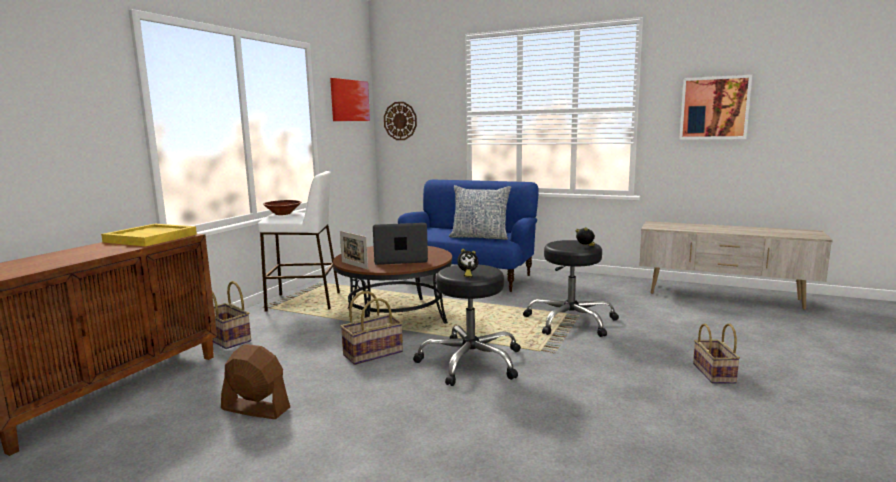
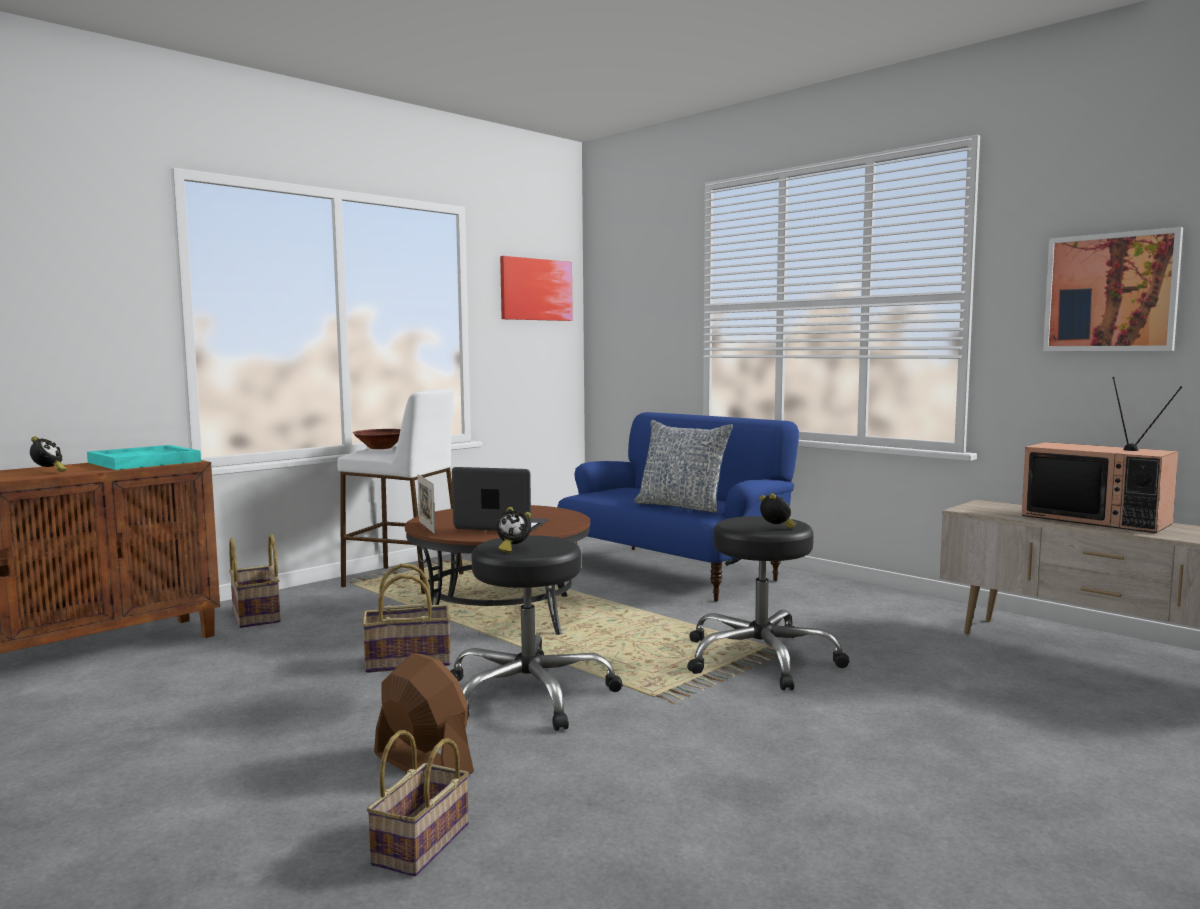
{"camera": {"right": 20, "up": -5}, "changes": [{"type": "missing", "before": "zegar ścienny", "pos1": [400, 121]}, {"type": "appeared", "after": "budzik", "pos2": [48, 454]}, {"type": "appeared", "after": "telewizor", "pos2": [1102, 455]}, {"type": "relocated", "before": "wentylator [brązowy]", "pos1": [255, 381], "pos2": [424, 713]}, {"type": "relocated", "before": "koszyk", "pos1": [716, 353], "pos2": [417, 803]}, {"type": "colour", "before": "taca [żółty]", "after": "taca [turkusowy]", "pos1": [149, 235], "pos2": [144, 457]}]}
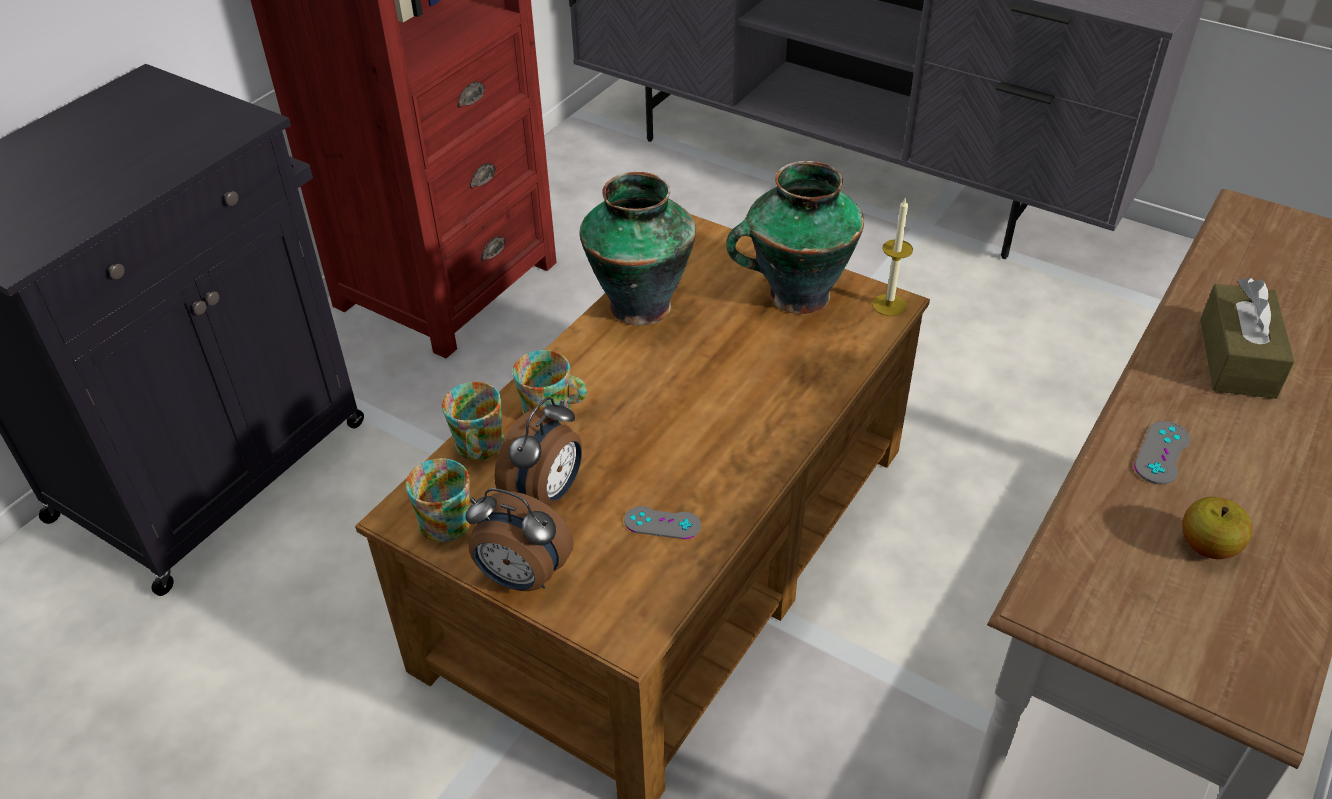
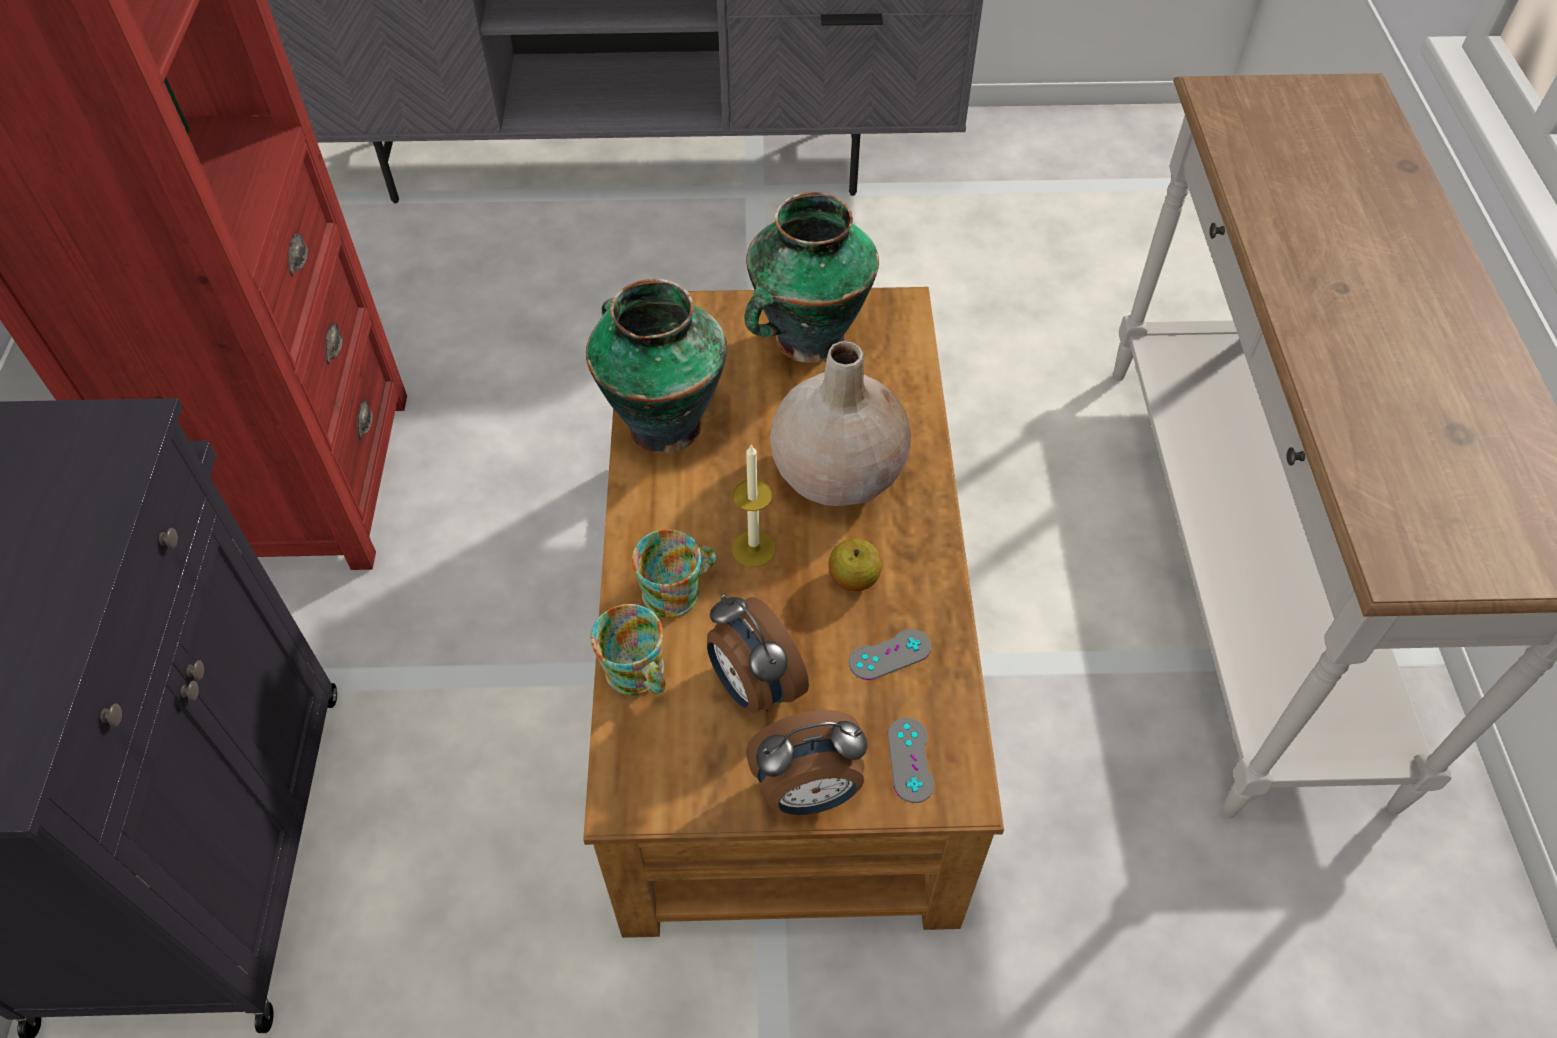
{"camera": {"right": -35, "up": 10}, "changes": [{"type": "missing", "before": "kubek", "pos1": [438, 500]}, {"type": "missing", "before": "pudełko chusteczek [brązowy]", "pos1": [1247, 338]}, {"type": "appeared", "after": "wazon [beżowy]", "pos2": [840, 423]}, {"type": "relocated", "before": "świeca", "pos1": [892, 256], "pos2": [754, 506]}, {"type": "relocated", "before": "pad do gier [szary]", "pos1": [1162, 453], "pos2": [911, 760]}, {"type": "relocated", "before": "jabłko", "pos1": [1217, 528], "pos2": [855, 565]}, {"type": "spun", "before": "budzik", "pos1": [538, 451], "pos2": [758, 653], "turn": 150}]}
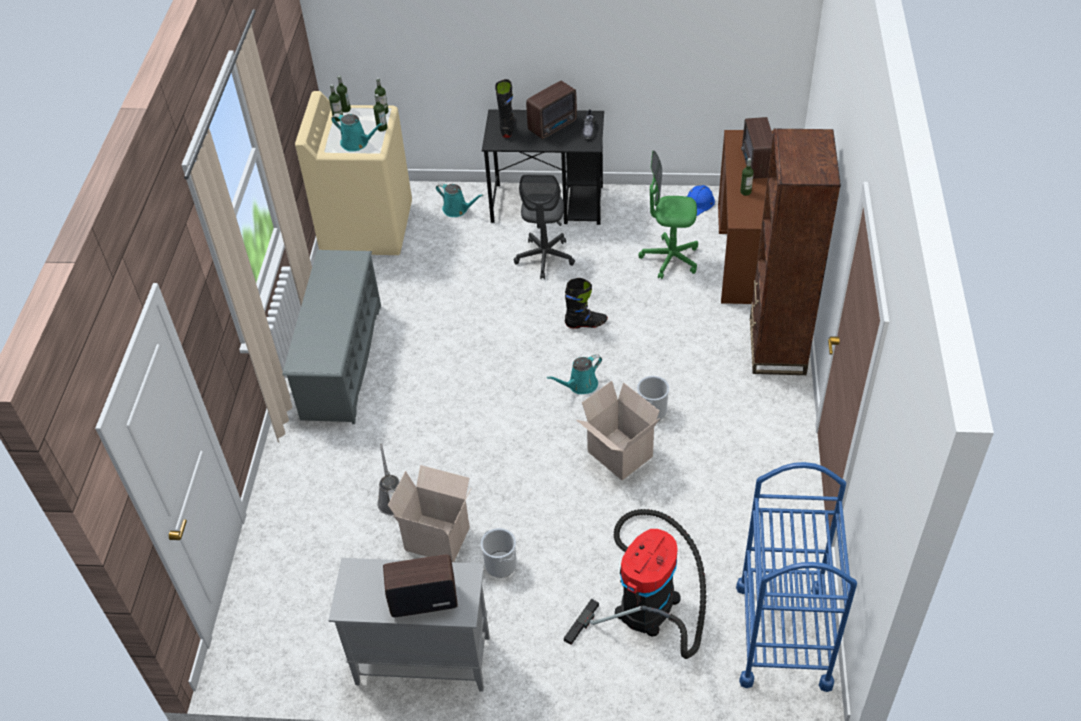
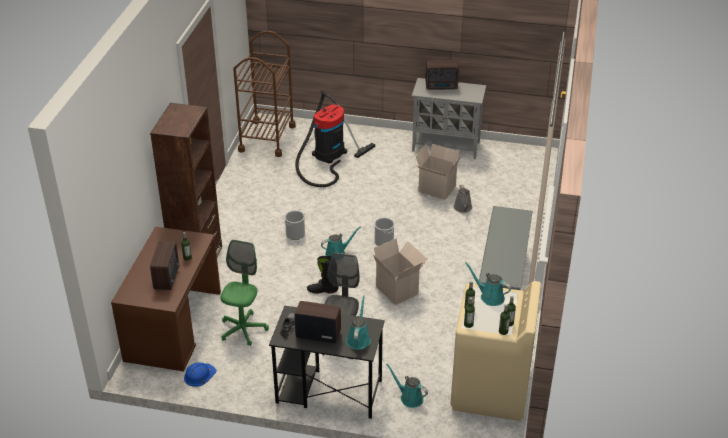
{"camera": {"right": -175, "up": -10}, "changes": [{"type": "relocated", "before": "wiadro", "pos1": [499, 553], "pos2": [384, 231]}, {"type": "relocated", "before": "karton", "pos1": [618, 430], "pos2": [400, 271]}, {"type": "exchanged", "before": "but z cholewką [czarny]", "after": "konewka [turkusowy]", "pos1": [505, 108], "pos2": [358, 322]}, {"type": "colour", "before": "wózek [niebieski]", "after": "wózek [brązowy]", "pos1": [796, 577], "pos2": [264, 94]}, {"type": "spun", "before": "radio", "pos1": [551, 110], "pos2": [318, 322], "turn": 45}, {"type": "spun", "before": "krzesło biurowe [zielony]", "pos1": [668, 215], "pos2": [244, 293], "turn": -90}]}
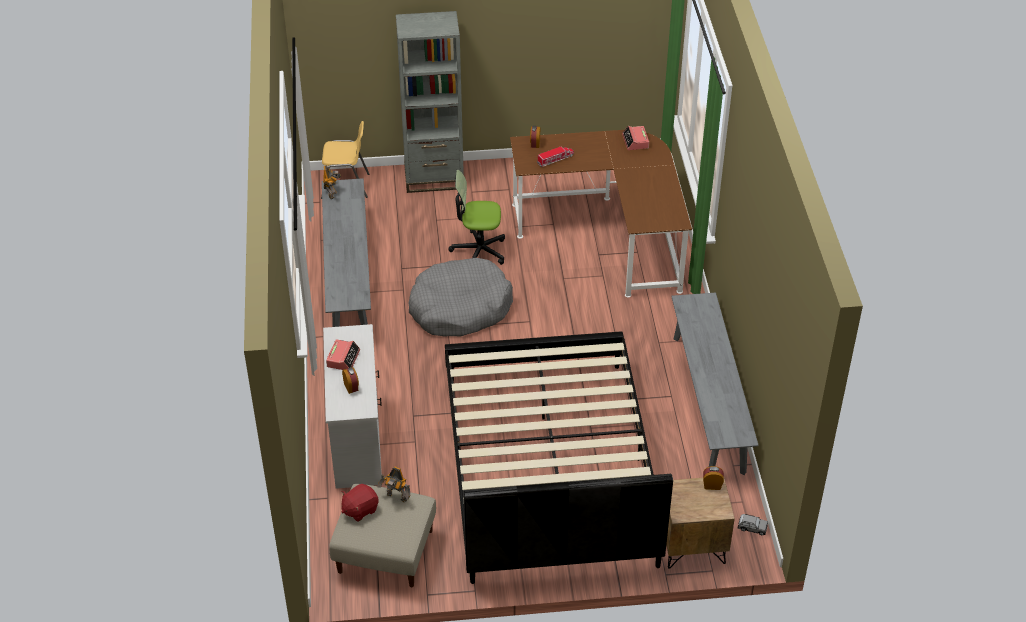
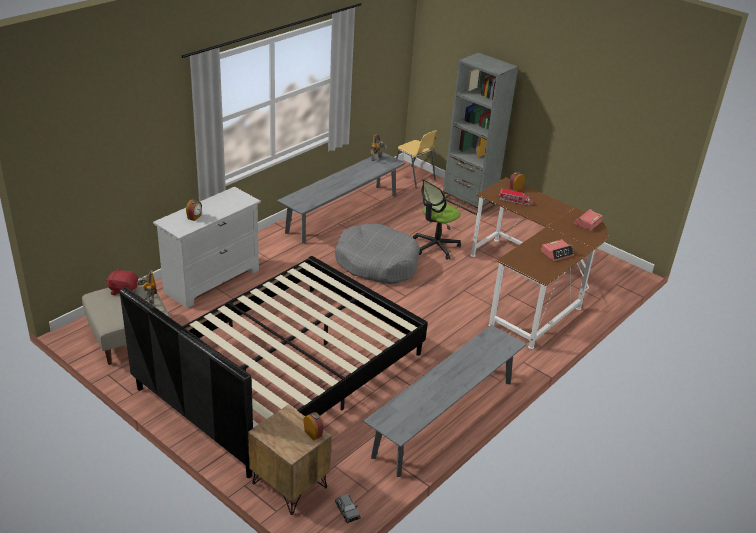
{"camera": {"right": 45, "up": -10}, "changes": [{"type": "relocated", "before": "budzik", "pos1": [343, 354], "pos2": [557, 250]}, {"type": "spun", "before": "krzesło biurowe", "pos1": [477, 217], "pos2": [437, 219], "turn": -90}]}
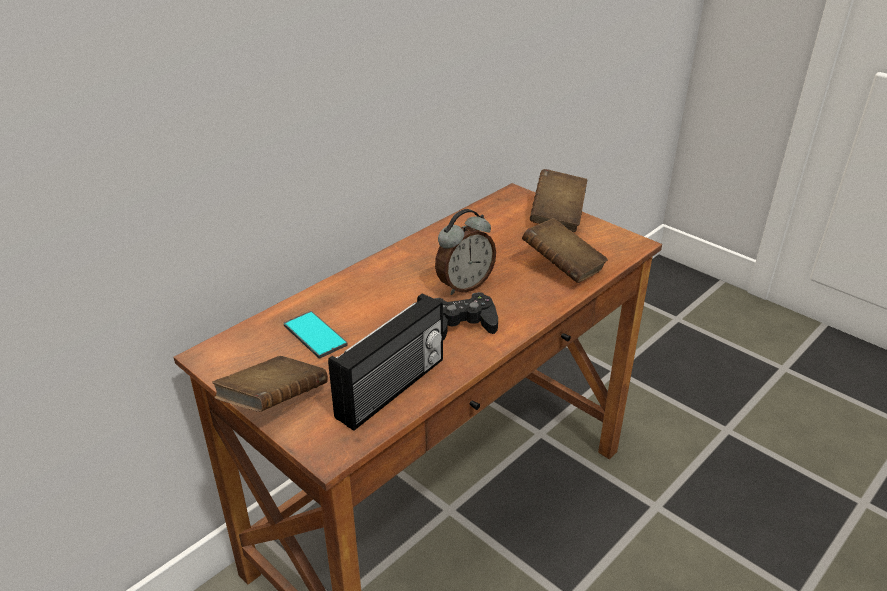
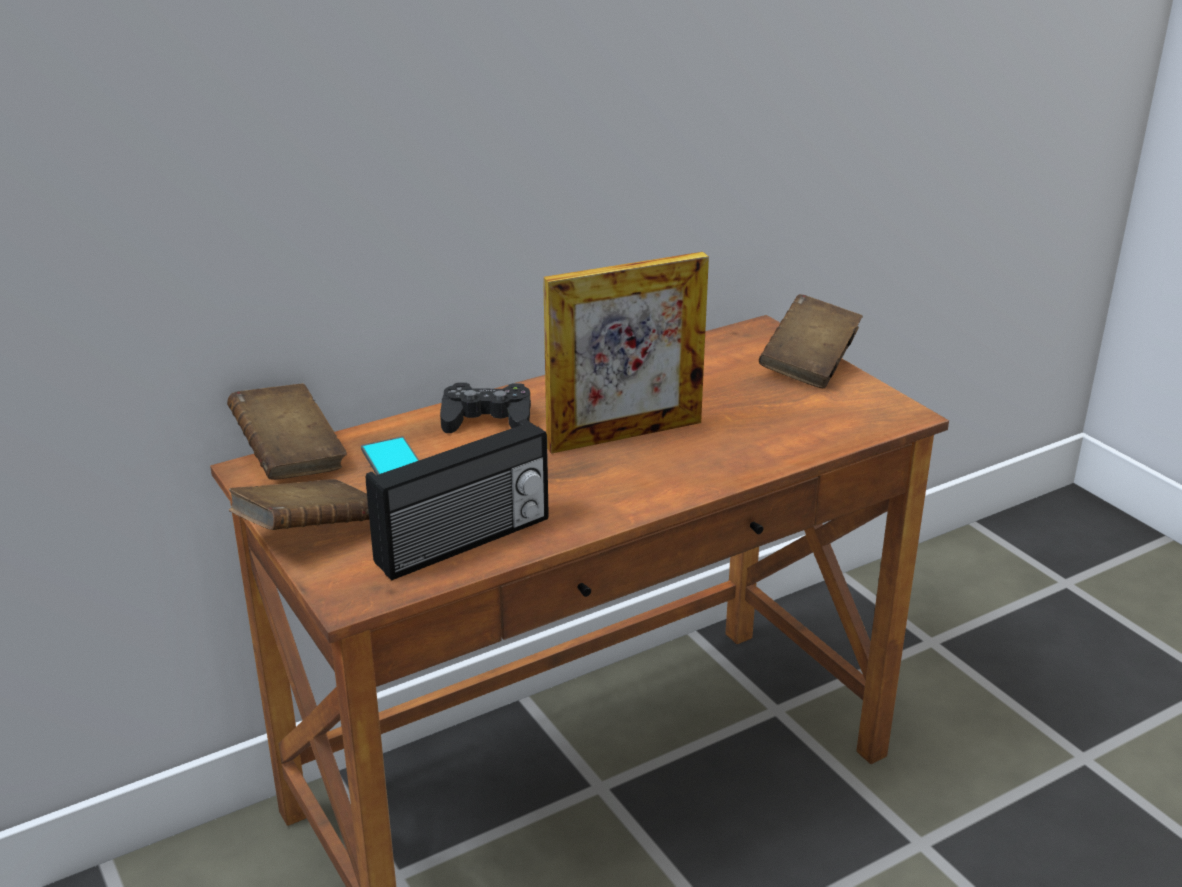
{"camera": {"right": 15, "up": -5}, "changes": [{"type": "relocated", "before": "pad do gier [czarny]", "pos1": [465, 316], "pos2": [485, 408]}, {"type": "relocated", "before": "książka [brązowy]", "pos1": [565, 250], "pos2": [287, 431]}, {"type": "exchanged", "before": "budzik", "after": "ramka na zdjęcie", "pos1": [465, 252], "pos2": [626, 353]}]}
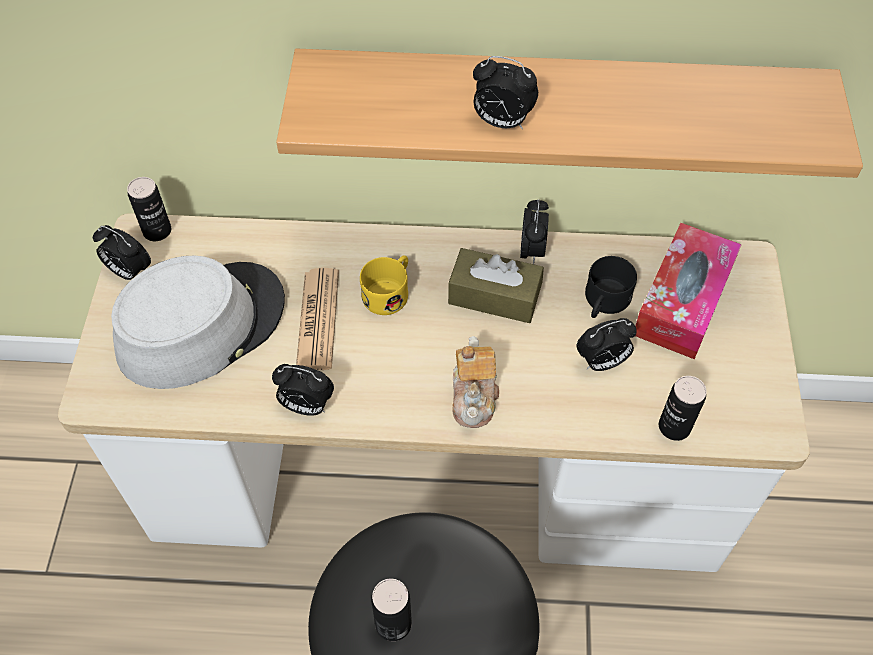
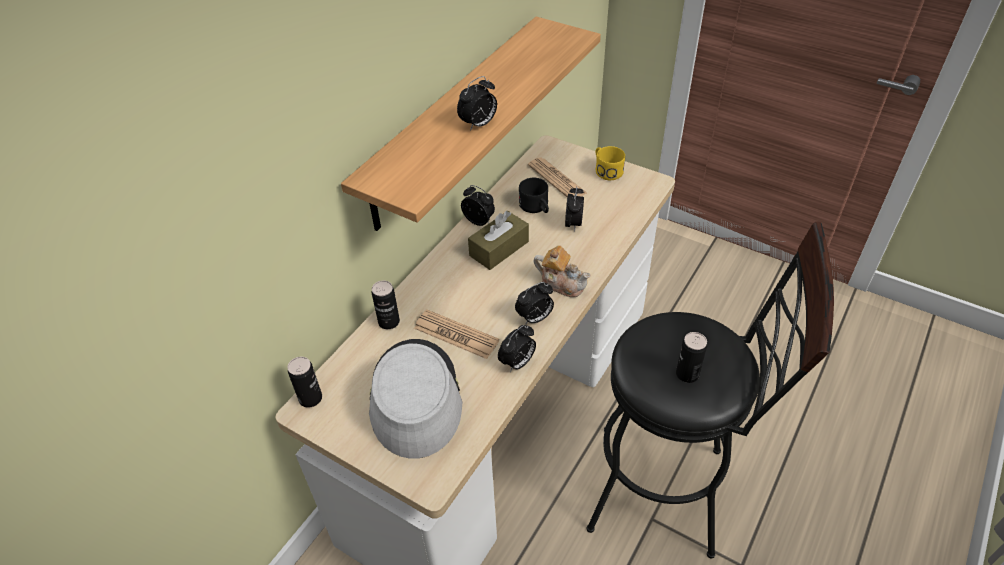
{"camera": {"right": -60, "up": -10}, "changes": [{"type": "relocated", "before": "budzik", "pos1": [122, 252], "pos2": [534, 303]}, {"type": "relocated", "before": "kubek [żółty]", "pos1": [384, 285], "pos2": [610, 163]}, {"type": "relocated", "before": "puszka", "pos1": [683, 408], "pos2": [386, 305]}, {"type": "exchanged", "before": "pudełko chusteczek", "after": "gazeta", "pos1": [688, 291], "pos2": [557, 177]}]}
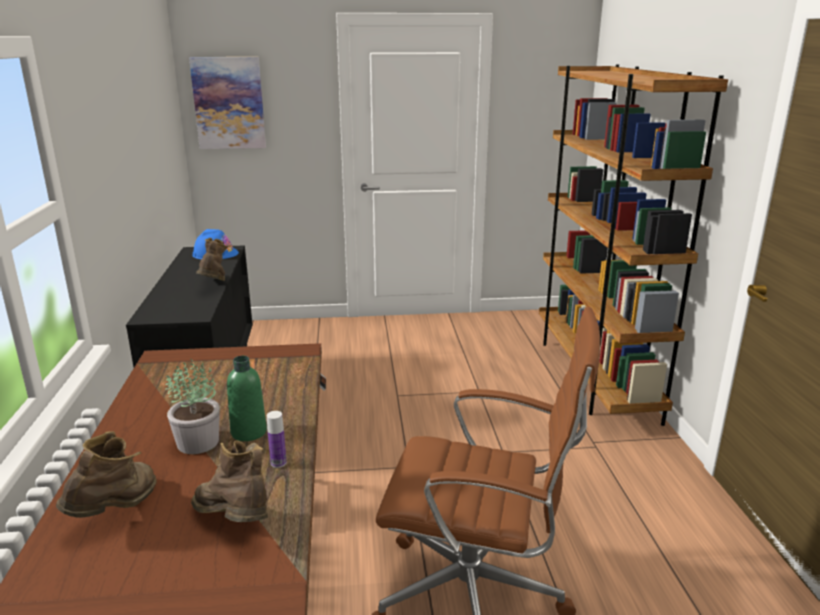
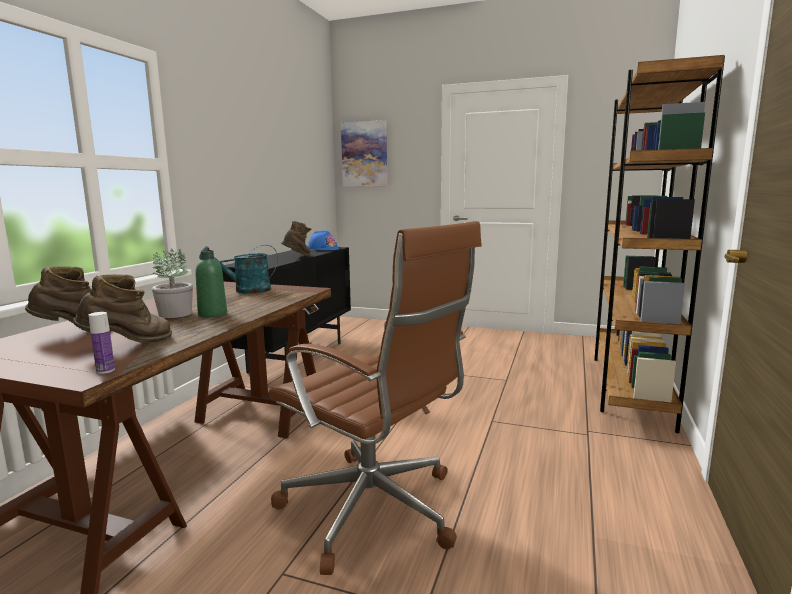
{"camera": {"right": 25, "up": -10}, "changes": [{"type": "appeared", "after": "konewka [turkusowy]", "pos2": [238, 269]}, {"type": "relocated", "before": "butelka", "pos1": [277, 439], "pos2": [102, 343]}, {"type": "spun", "before": "but z cholewką [brązowy]", "pos1": [229, 481], "pos2": [122, 308], "turn": 60}]}
